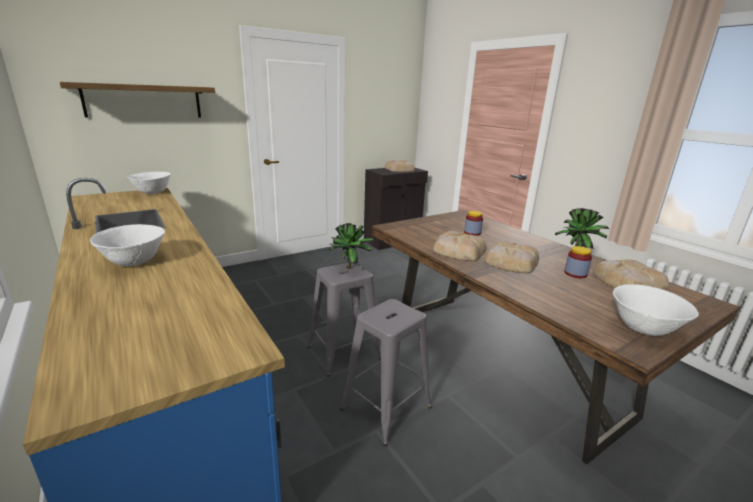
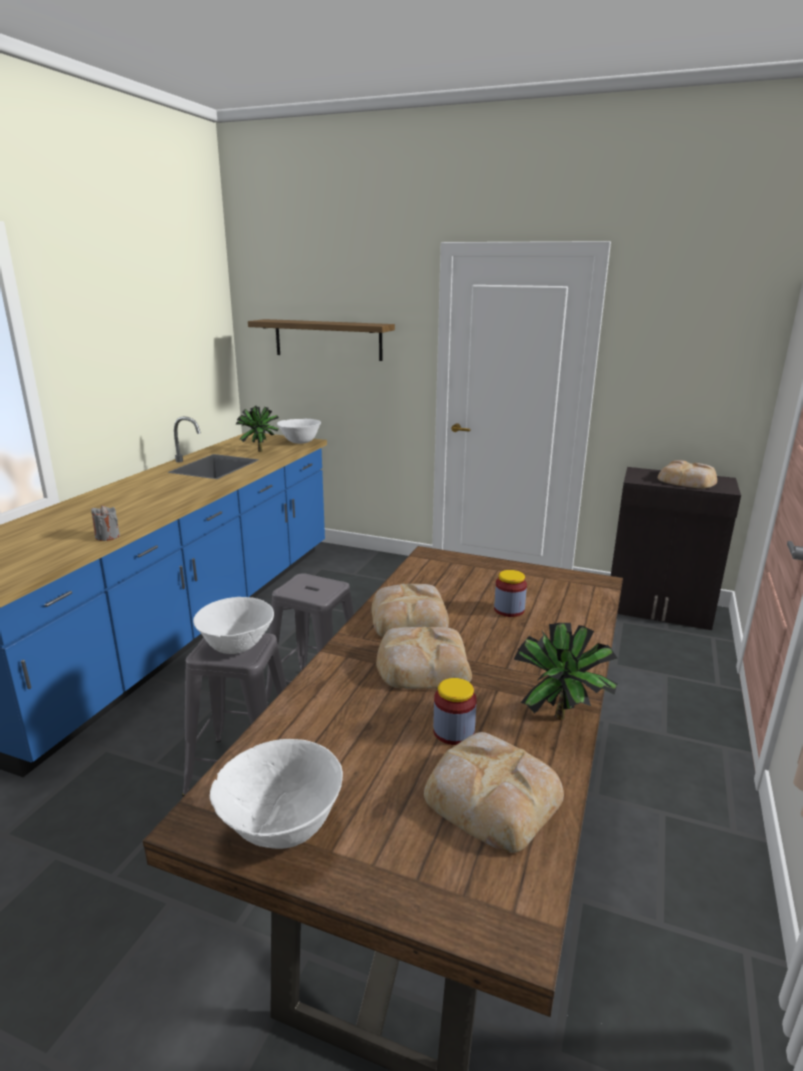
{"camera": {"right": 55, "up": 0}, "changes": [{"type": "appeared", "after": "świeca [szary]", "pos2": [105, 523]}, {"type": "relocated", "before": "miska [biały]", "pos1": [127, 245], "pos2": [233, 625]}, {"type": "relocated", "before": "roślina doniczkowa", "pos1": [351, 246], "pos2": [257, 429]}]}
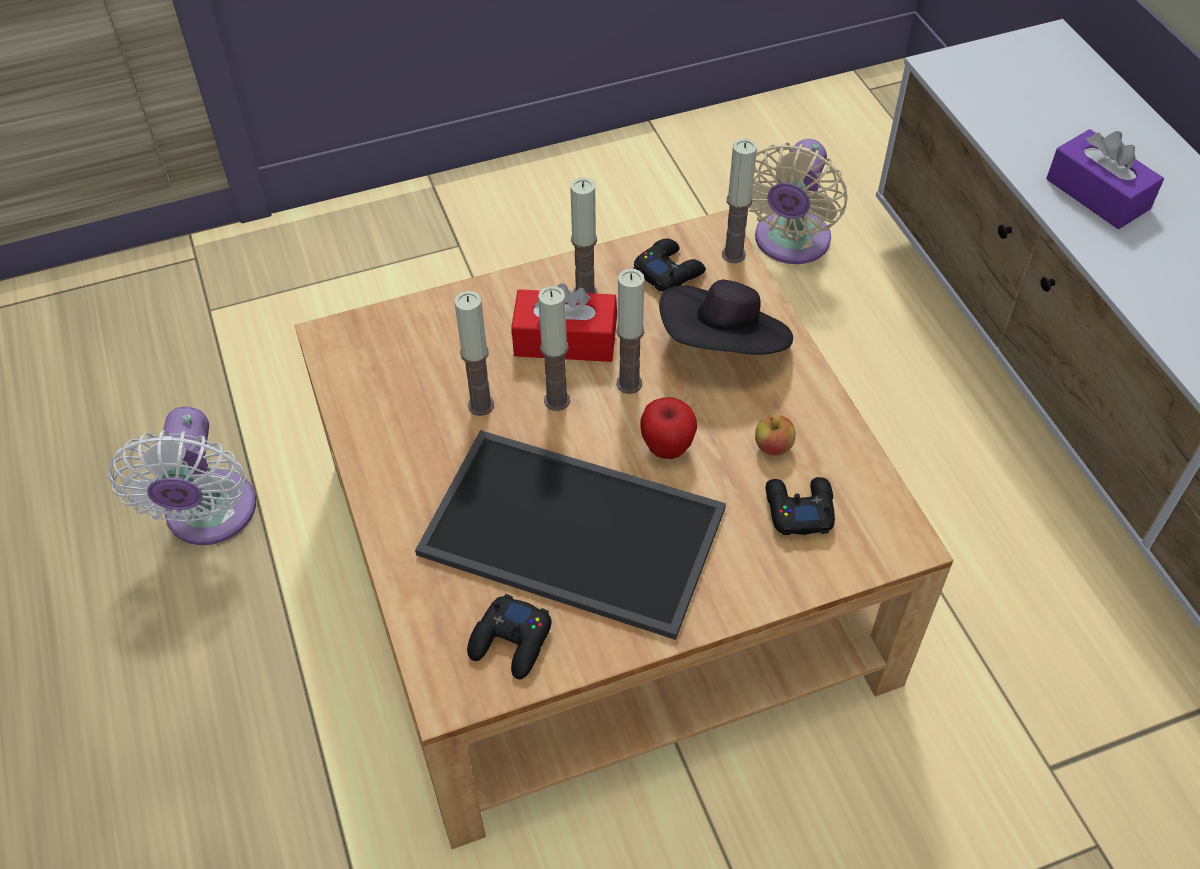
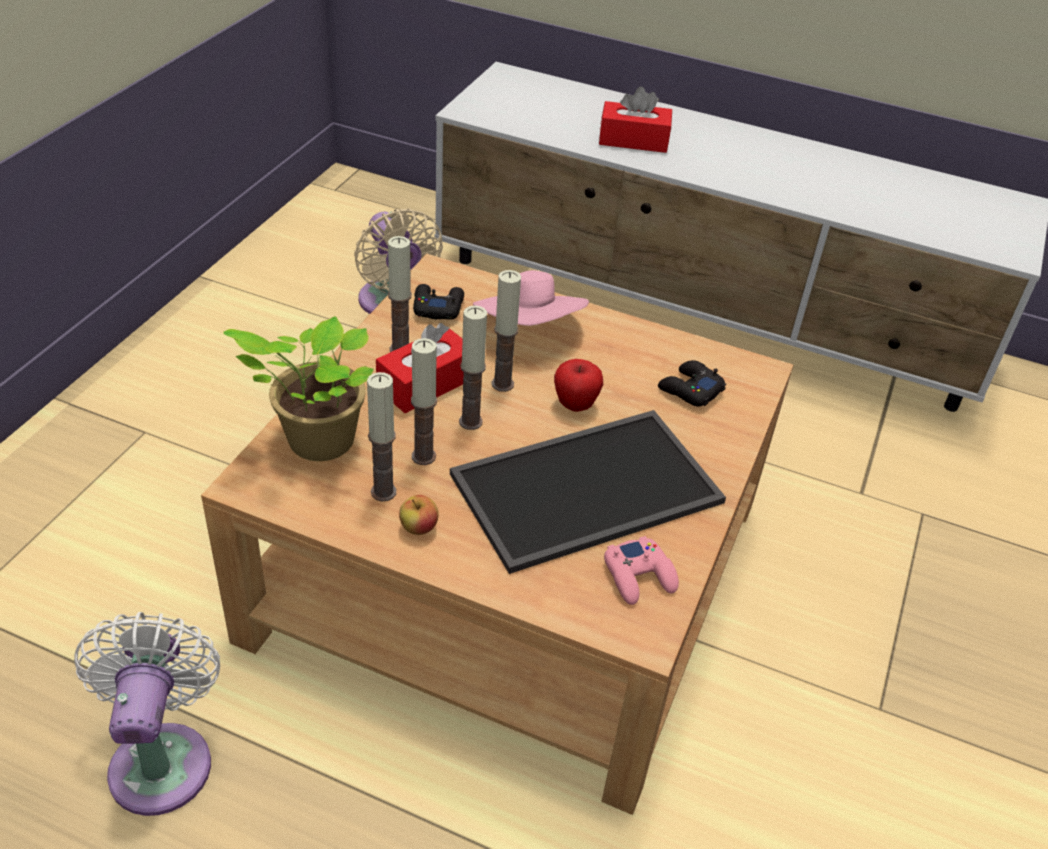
{"camera": {"right": -50, "up": -10}, "changes": [{"type": "appeared", "after": "roślina doniczkowa", "pos2": [298, 388]}, {"type": "relocated", "before": "świeca", "pos1": [739, 200], "pos2": [381, 436]}, {"type": "relocated", "before": "jabłko", "pos1": [775, 435], "pos2": [419, 515]}, {"type": "colour", "before": "pad do gier [czarny]", "after": "pad do gier [różowy]", "pos1": [509, 636], "pos2": [641, 570]}, {"type": "colour", "before": "kapelusz [czarny]", "after": "kapelusz [różowy]", "pos1": [726, 317], "pos2": [531, 298]}, {"type": "colour", "before": "pudełko chusteczek [fioletowy]", "after": "pudełko chusteczek [czerwony]", "pos1": [1105, 179], "pos2": [635, 119]}, {"type": "spun", "before": "wentylator [biały]", "pos1": [182, 475], "pos2": [147, 714], "turn": -135}]}
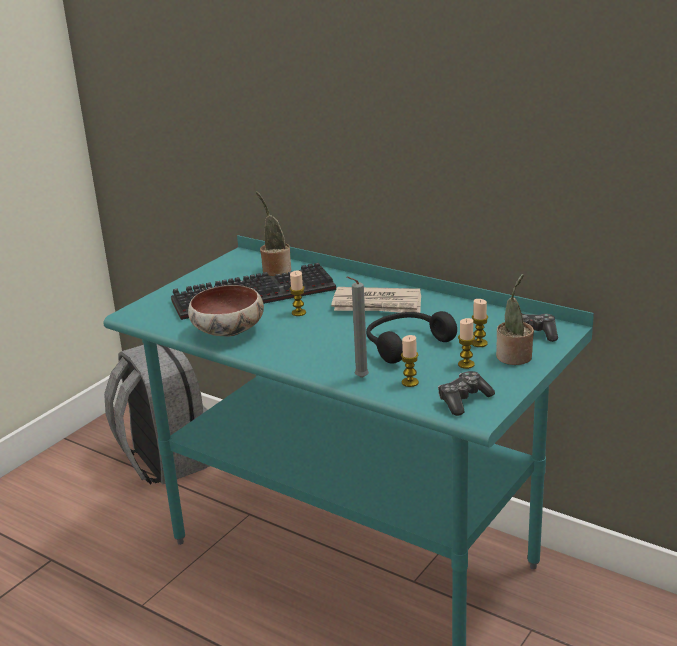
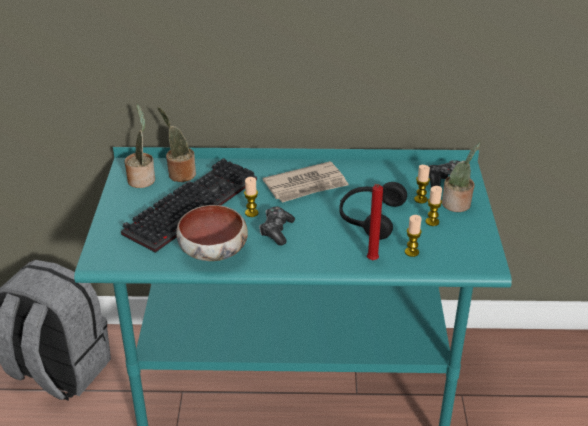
{"camera": {"right": -35, "up": 10}, "changes": [{"type": "appeared", "after": "roślina doniczkowa", "pos2": [140, 146]}, {"type": "relocated", "before": "pad do gier", "pos1": [466, 393], "pos2": [277, 225]}, {"type": "colour", "before": "świeca [szary]", "after": "świeca [czerwony]", "pos1": [358, 327], "pos2": [375, 222]}]}
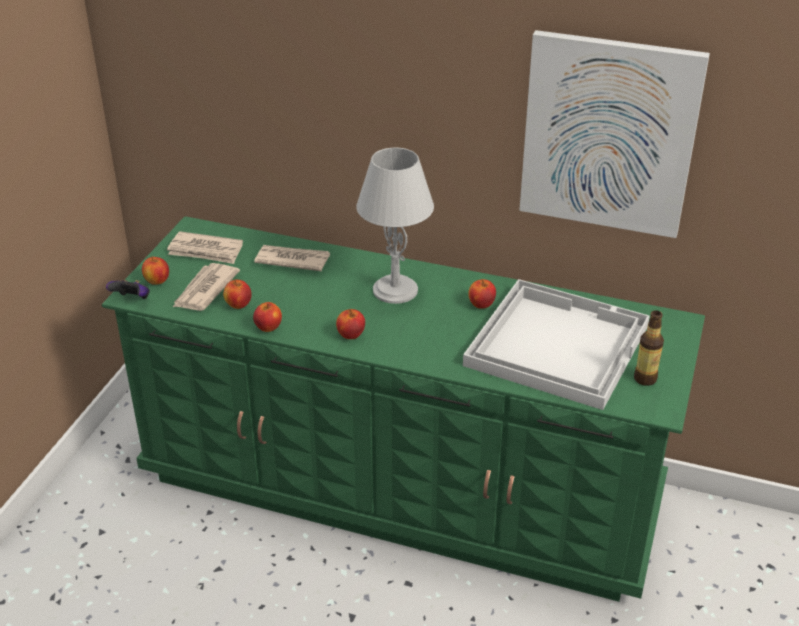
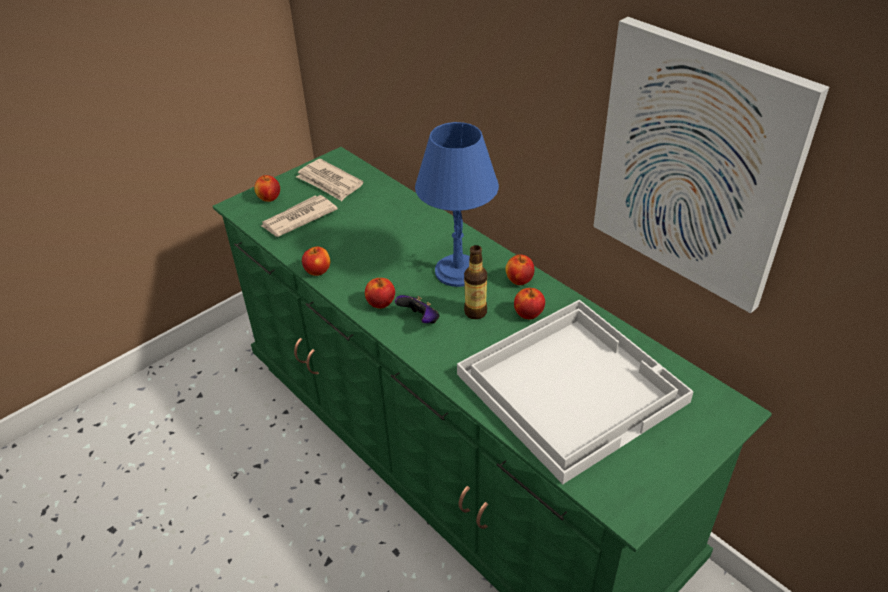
{"camera": {"right": 30, "up": 5}, "changes": [{"type": "missing", "before": "gazeta", "pos1": [292, 258]}, {"type": "relocated", "before": "pad do gier", "pos1": [128, 289], "pos2": [417, 309]}, {"type": "relocated", "before": "jabłko", "pos1": [237, 294], "pos2": [520, 270]}, {"type": "relocated", "before": "butelka", "pos1": [649, 348], "pos2": [475, 282]}, {"type": "colour", "before": "lampa stołowa [szary]", "after": "lampa stołowa [niebieski]", "pos1": [395, 225], "pos2": [457, 204]}]}
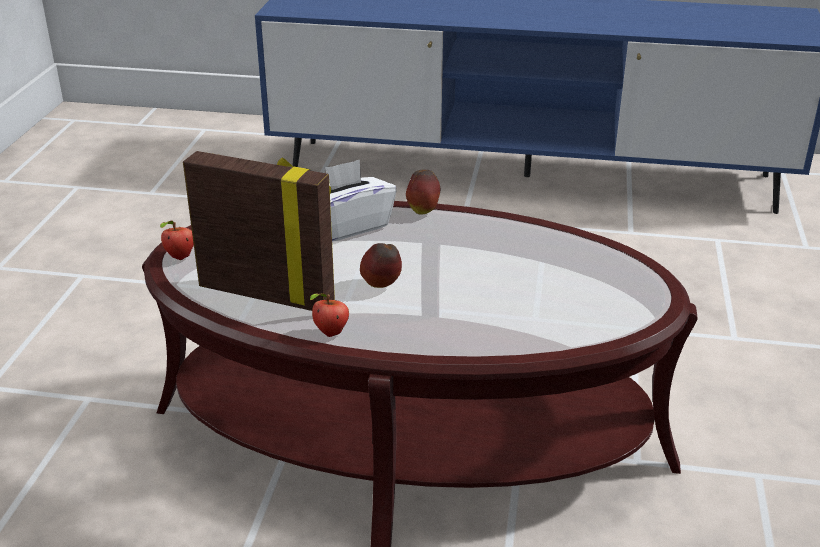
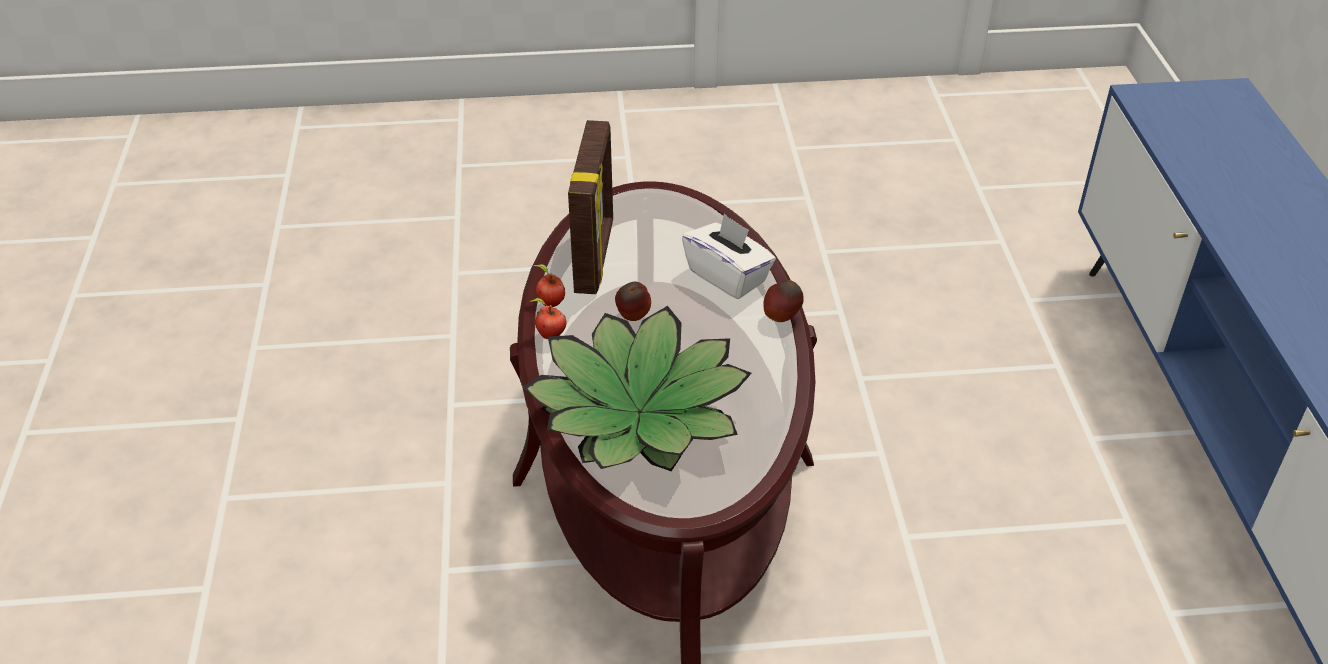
{"camera": {"right": 75, "up": 10}, "changes": [{"type": "appeared", "after": "roślina doniczkowa", "pos2": [637, 388]}, {"type": "relocated", "before": "jabłko", "pos1": [177, 240], "pos2": [548, 318]}]}
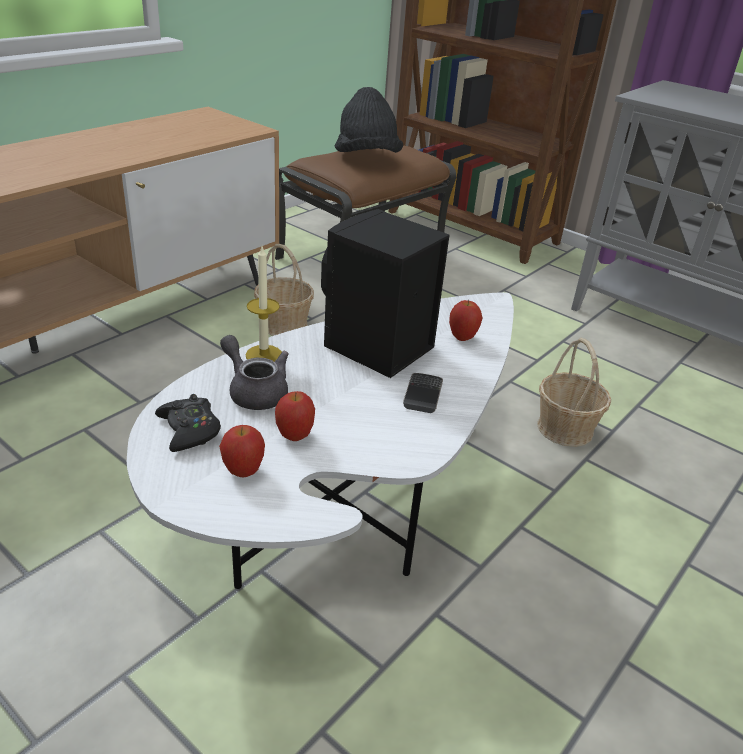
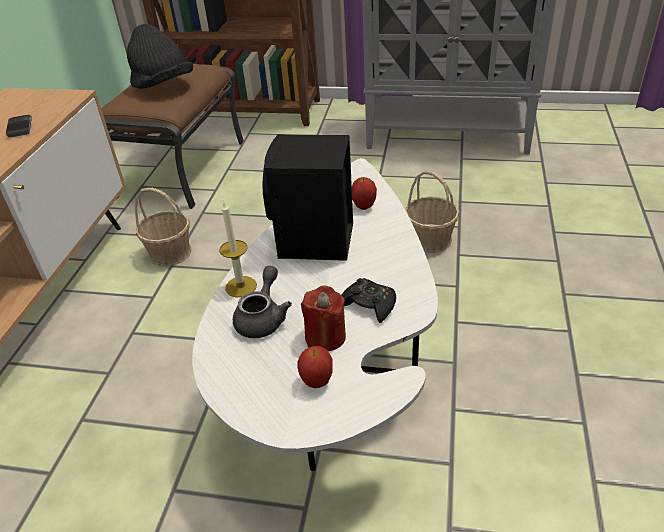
{"camera": {"right": -25, "up": 5}, "changes": [{"type": "relocated", "before": "pad do gier [czarny]", "pos1": [188, 423], "pos2": [369, 300]}, {"type": "relocated", "before": "telefon", "pos1": [423, 393], "pos2": [19, 126]}, {"type": "exchanged", "before": "jabłko", "after": "świeca [czerwony]", "pos1": [295, 416], "pos2": [323, 318]}, {"type": "spun", "before": "imbryk [szary]", "pos1": [254, 372], "pos2": [262, 302], "turn": 90}]}
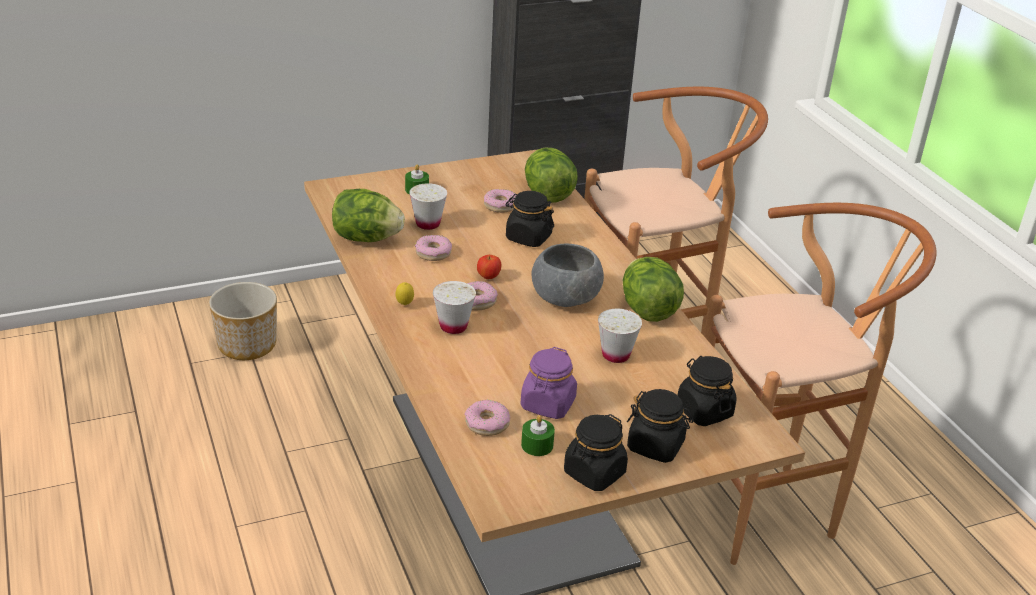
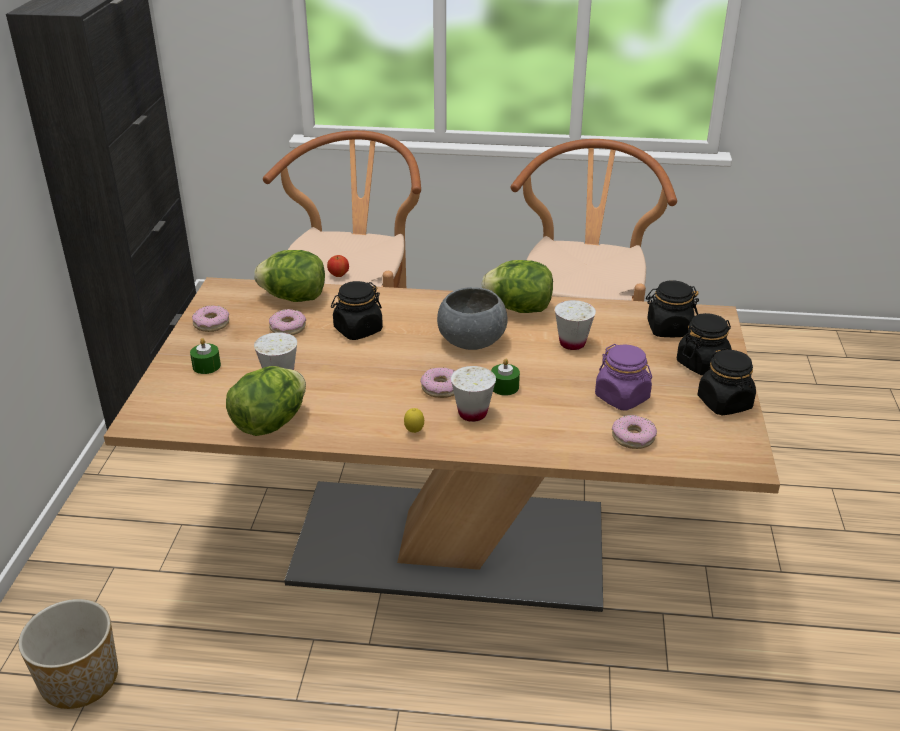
{"camera": {"right": -60, "up": 0}, "changes": [{"type": "relocated", "before": "donut", "pos1": [433, 248], "pos2": [210, 318]}, {"type": "relocated", "before": "jabłko", "pos1": [489, 267], "pos2": [338, 266]}, {"type": "relocated", "before": "świeca [zielony]", "pos1": [538, 435], "pos2": [505, 377]}]}
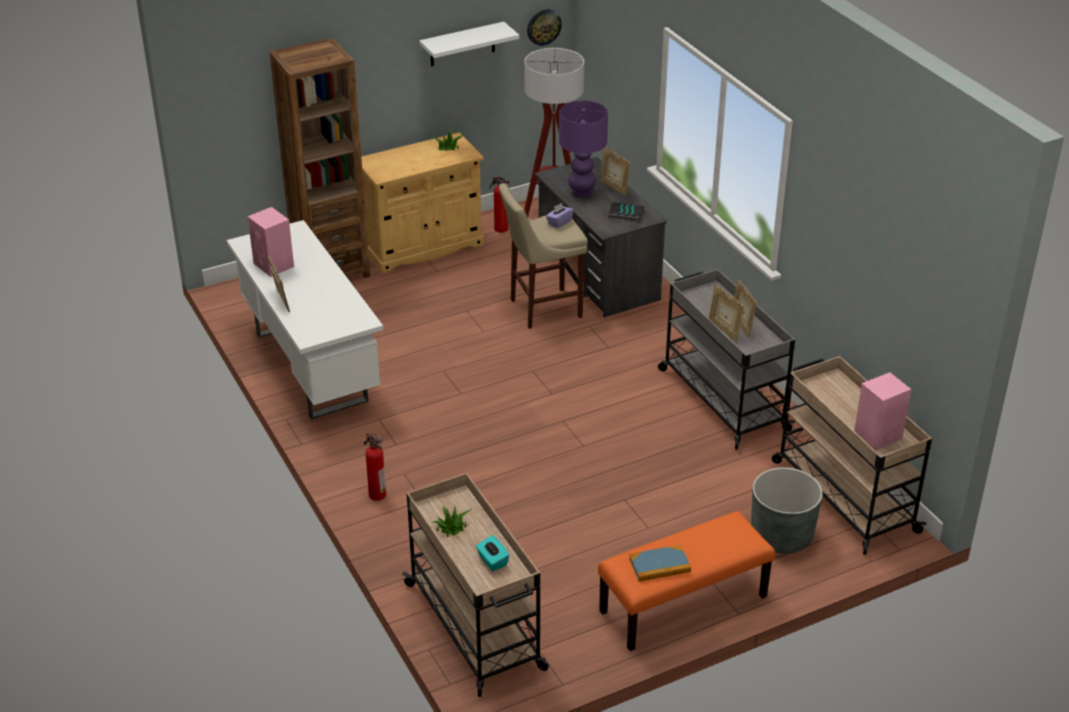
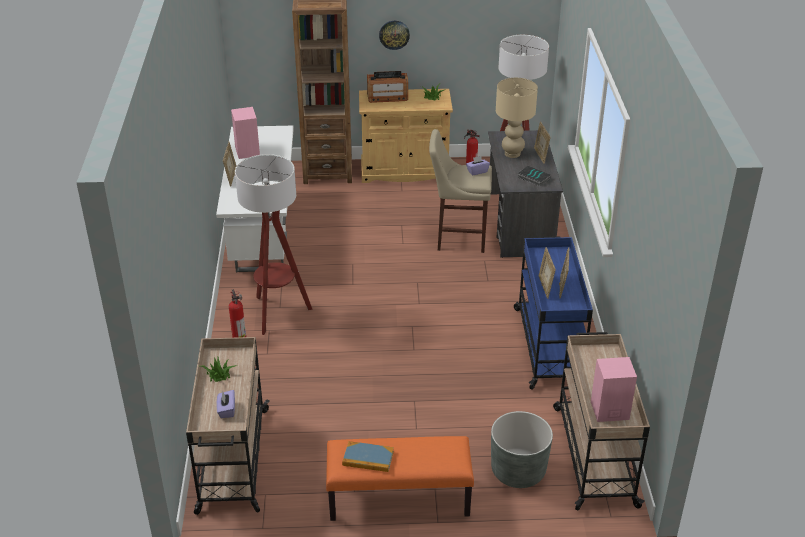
{"camera": {"right": 25, "up": 0}, "changes": [{"type": "missing", "before": "półka [biały]", "pos1": [469, 44]}, {"type": "appeared", "after": "lampa stojąca", "pos2": [273, 244]}, {"type": "appeared", "after": "radio", "pos2": [387, 87]}, {"type": "relocated", "before": "zegar ścienny", "pos1": [544, 27], "pos2": [394, 35]}, {"type": "colour", "before": "pudełko chusteczek [turkusowy]", "after": "pudełko chusteczek [fioletowy]", "pos1": [492, 553], "pos2": [226, 404]}, {"type": "colour", "before": "lampa stołowa [fioletowy]", "after": "lampa stołowa [beżowy]", "pos1": [583, 149], "pos2": [517, 118]}, {"type": "colour", "before": "wózek [szary]", "after": "wózek [niebieski]", "pos1": [726, 359], "pos2": [553, 313]}]}
